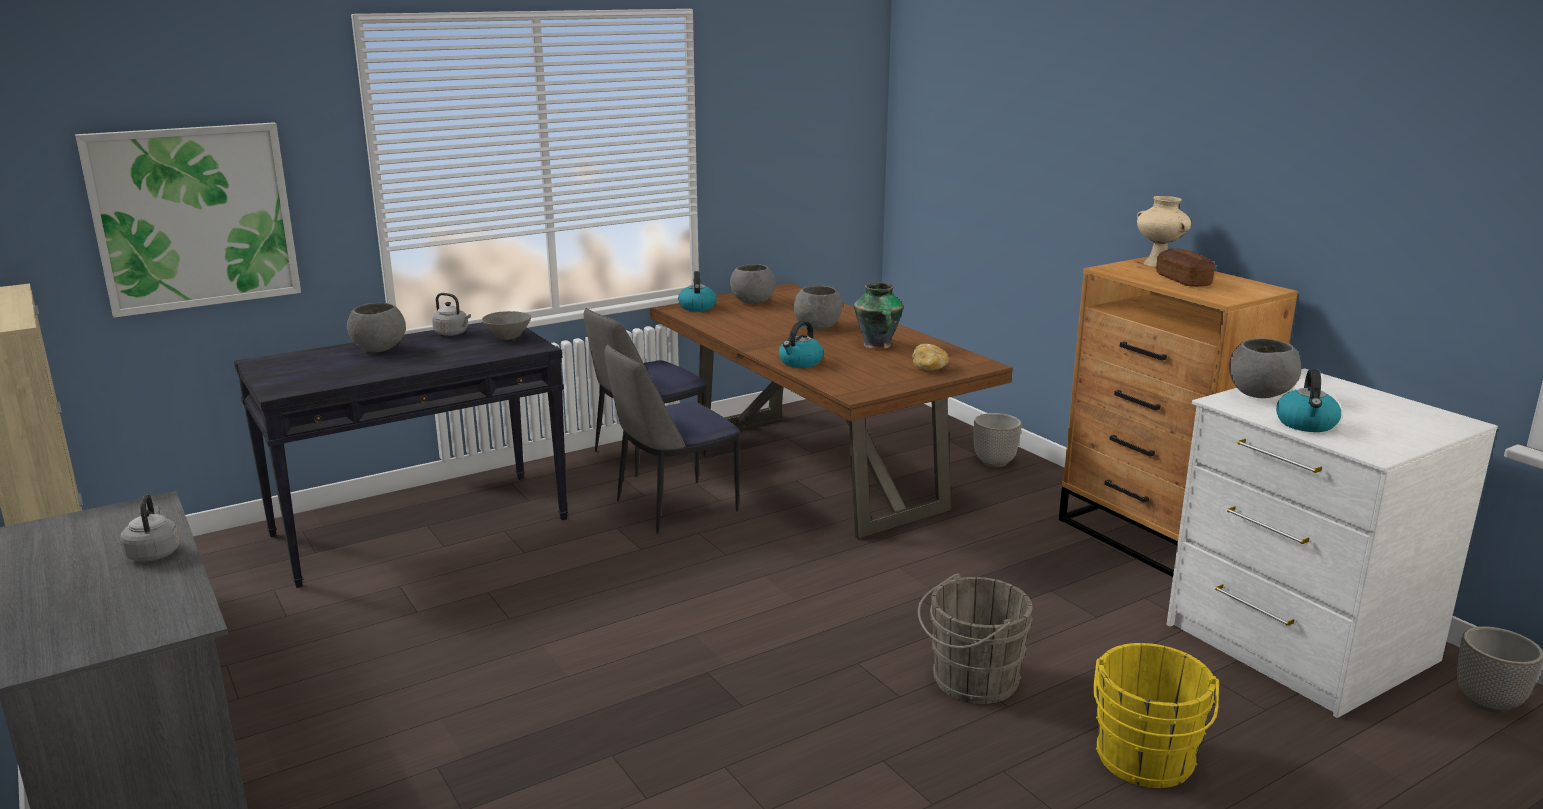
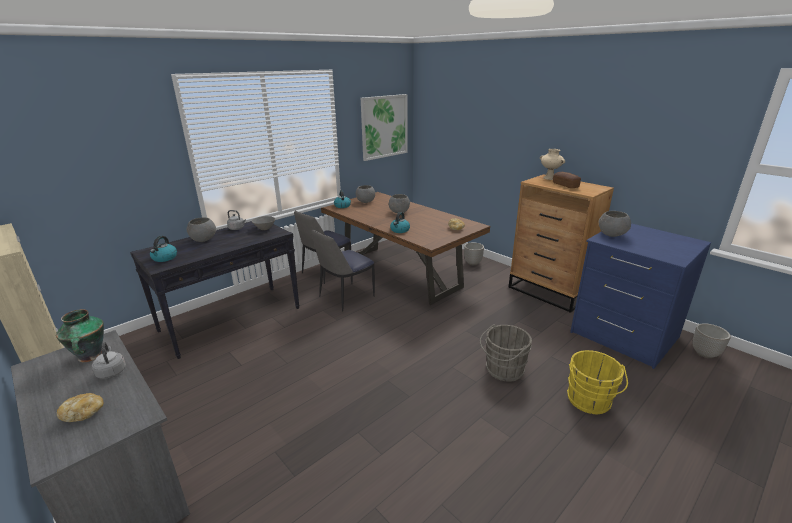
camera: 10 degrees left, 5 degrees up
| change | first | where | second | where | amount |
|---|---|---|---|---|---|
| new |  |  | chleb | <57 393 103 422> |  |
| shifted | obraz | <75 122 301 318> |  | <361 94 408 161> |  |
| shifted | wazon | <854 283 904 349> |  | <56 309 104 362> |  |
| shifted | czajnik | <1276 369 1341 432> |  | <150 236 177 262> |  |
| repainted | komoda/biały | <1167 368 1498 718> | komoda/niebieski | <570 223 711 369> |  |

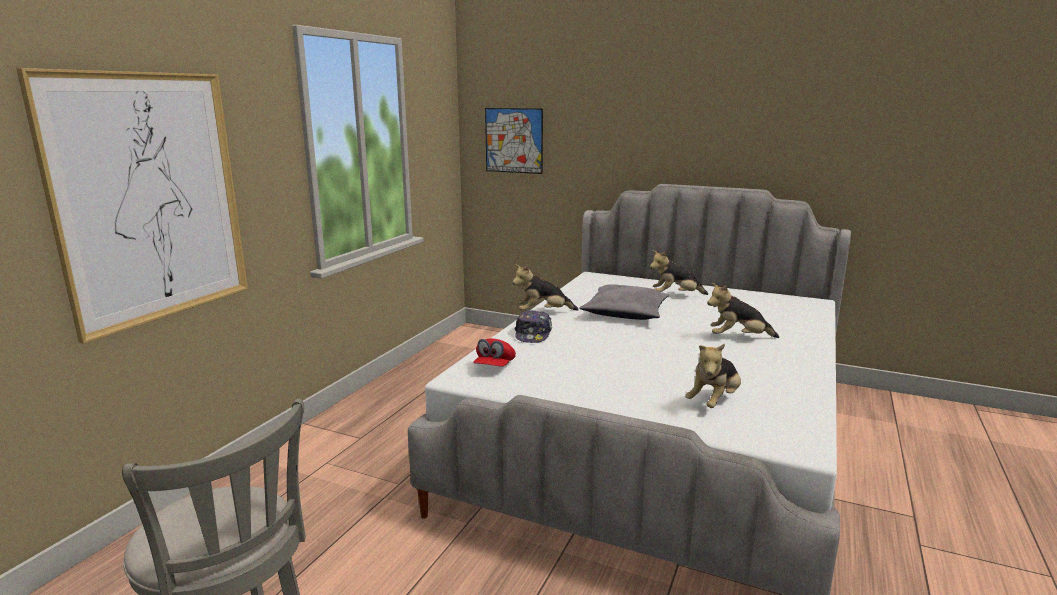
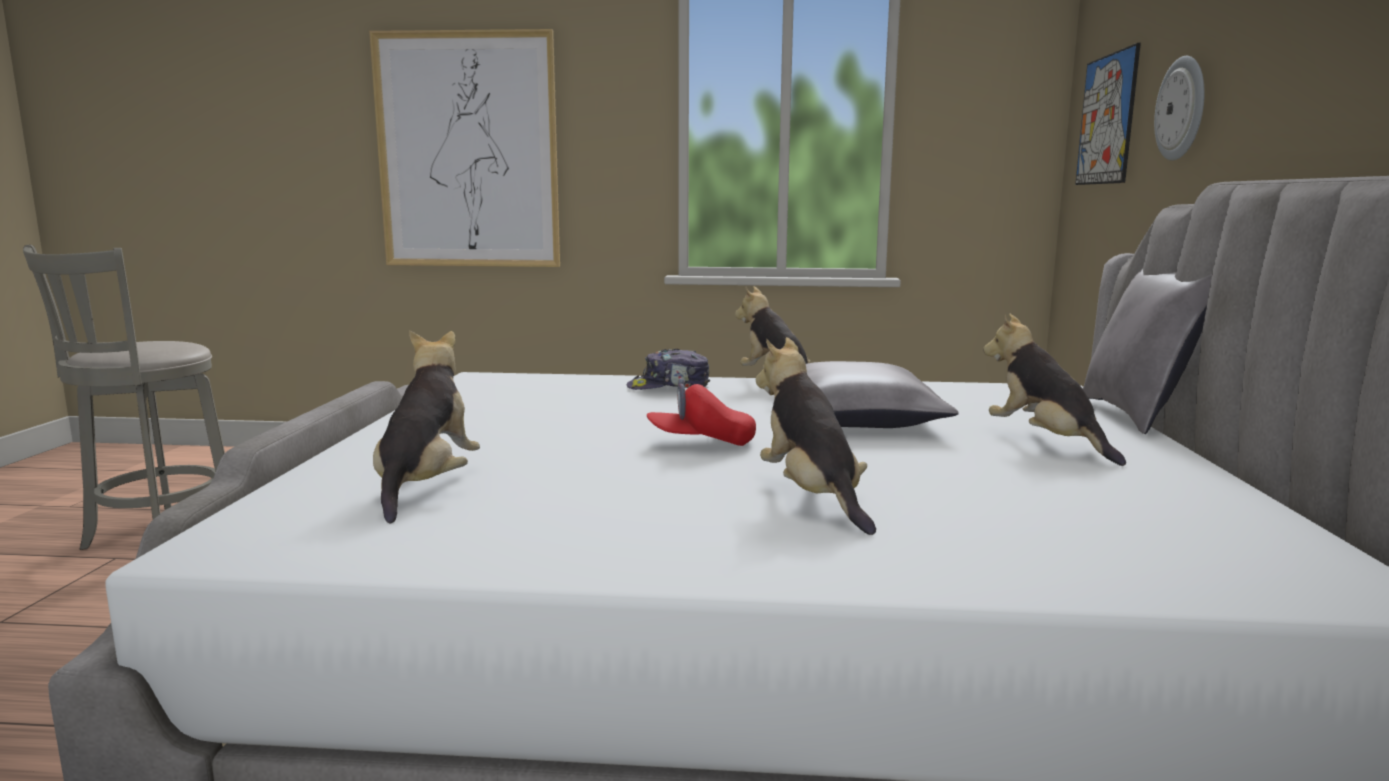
camera: 70 degrees right, 5 degrees down
| change | first | where | second | where | amount |
|---|---|---|---|---|---|
| new |  |  | poduszka/szary | <1082 268 1212 434> |  |
| new |  |  | zegar ścienny | <1154 56 1205 161> |  |
| shifted | czapka z daszkiem/czerwony | <473 338 516 366> |  | <647 378 756 446> |  |
| rotated | pluszak | <685 343 741 408> |  | <373 330 480 524> | 75 degrees clockwise |

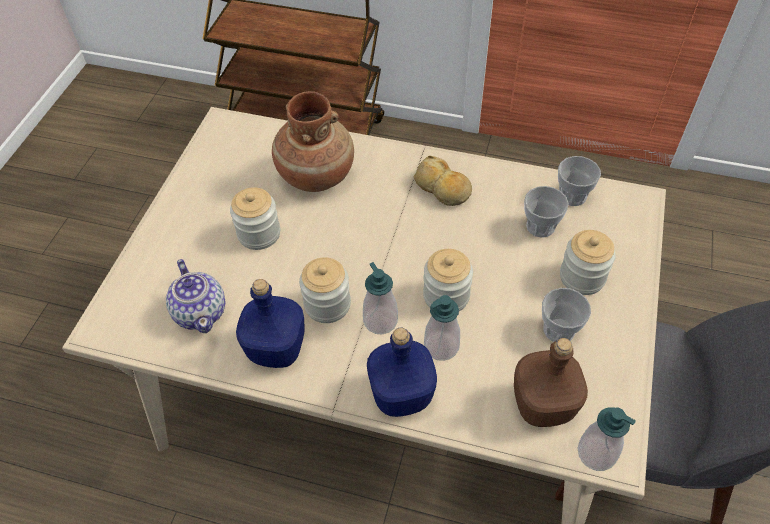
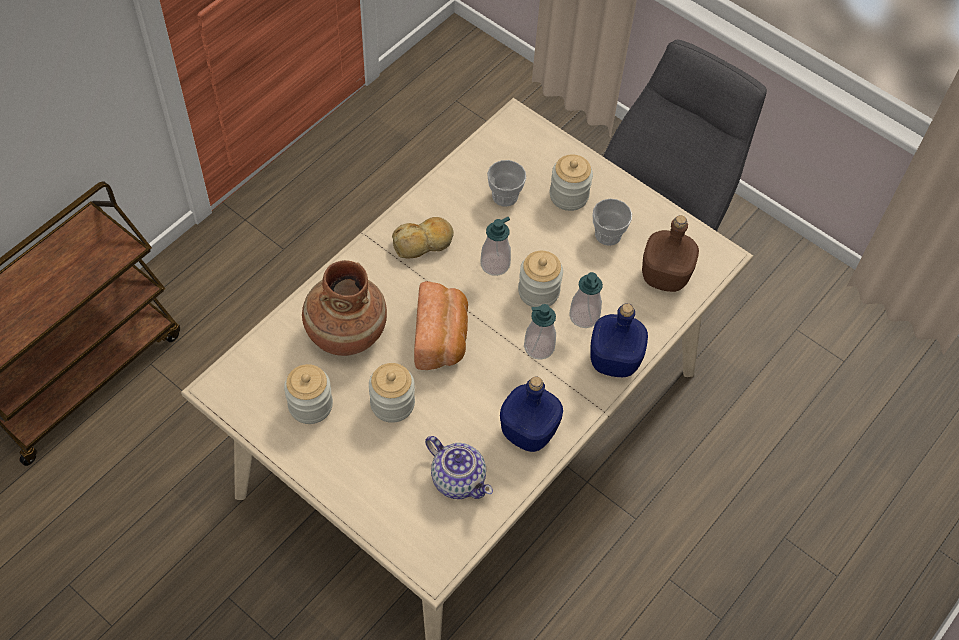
camera: 70 degrees left, 5 degrees up
| change | first | where | second | where | amount |
|---|---|---|---|---|---|
| gone | filiżanka | <558 156 601 206> |  |  |  |
| new |  |  | chleb | <414 281 468 370> |  |
| shifted | słoik | <299 257 351 323> |  | <284 364 333 424> |  |
| shifted | dozownik mydła | <578 407 636 471> |  | <480 217 511 276> |  |
| rotated | imbryk | <166 259 226 333> |  | <425 436 493 499> | 45 degrees clockwise |

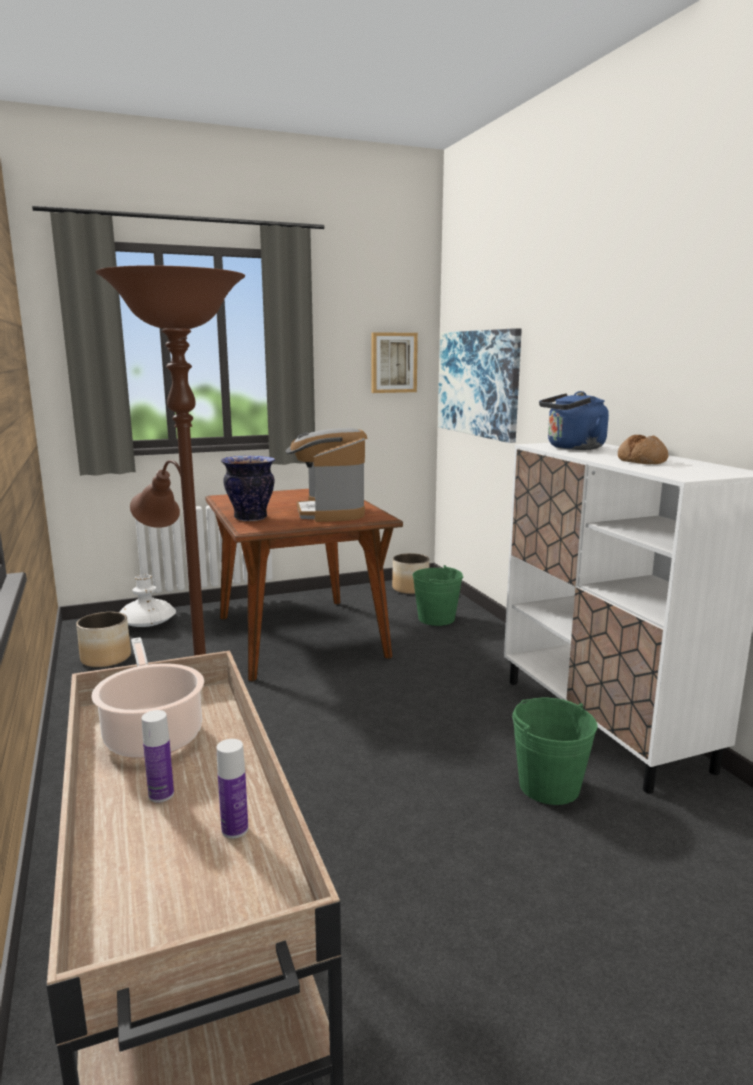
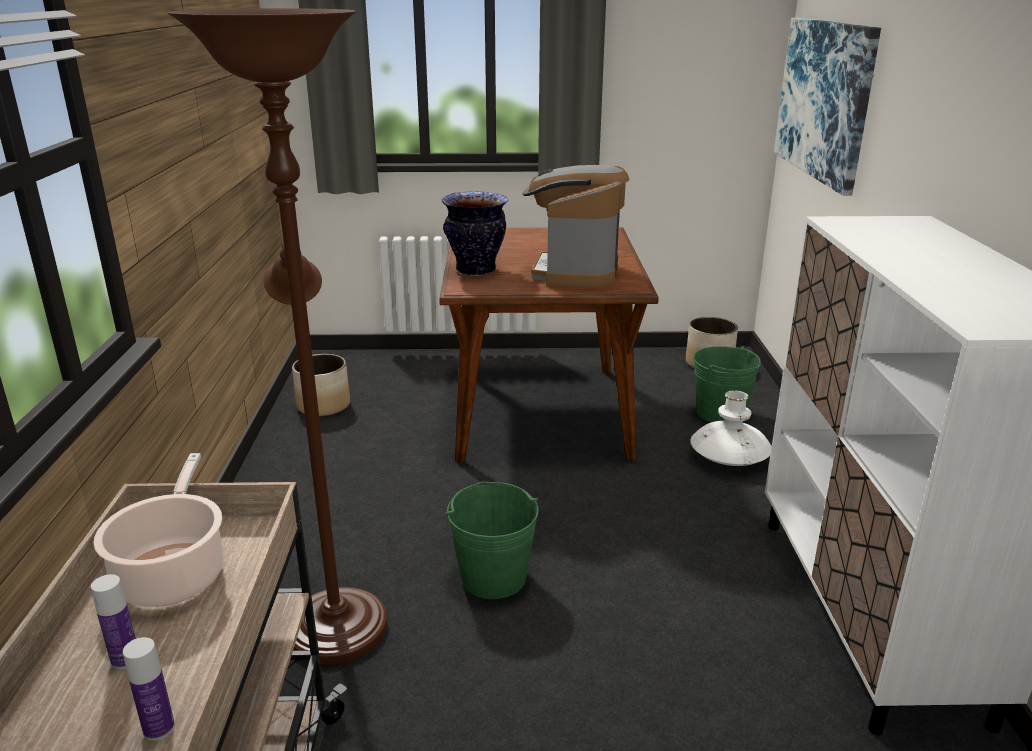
camera: 20 degrees right, 10 degrees up
| change | first | where | second | where | amount |
|---|---|---|---|---|---|
| gone | obraz | <372 332 418 393> |  |  |  |
| gone | czajnik/niebieski | <539 391 609 450> |  |  |  |
| gone | chleb | <618 435 668 464> |  |  |  |
| shifted | wazon/biały | <120 575 176 627> |  | <690 390 772 466> |  |
| shifted | wiadro/zielony | <512 698 598 805> |  | <446 482 539 599> |  |

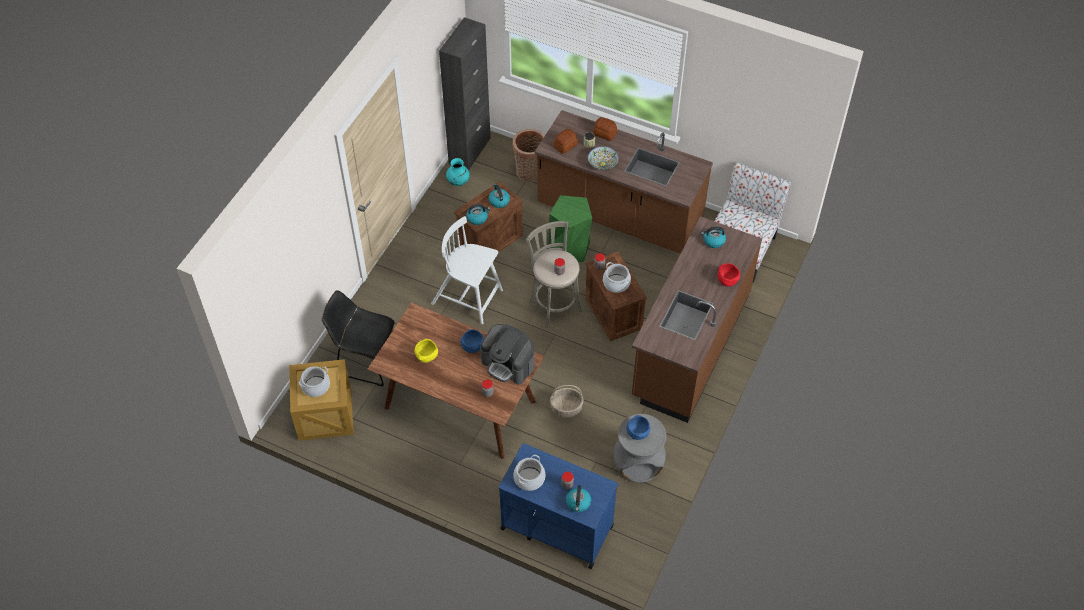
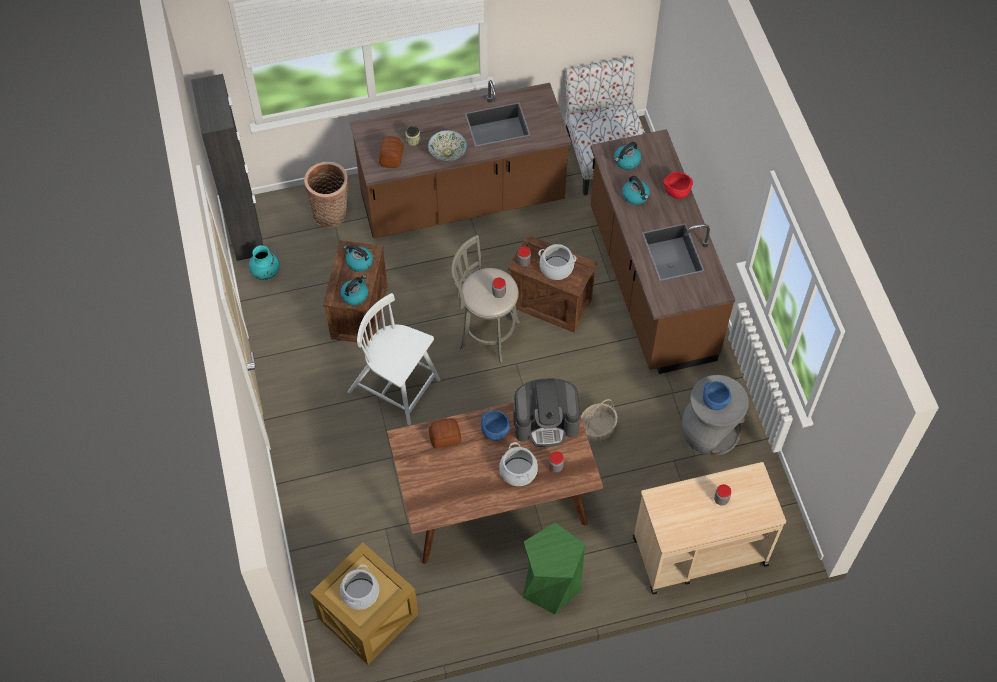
camera: 40 degrees left, 5 degrees up
| change | first | where | second | where | amount |
|---|---|---|---|---|---|
| gone | krzesło/czarny | <322 290 395 386> |  |  |  |
| gone | miska/żółty | <414 339 438 363> |  |  |  |
| shifted | garnek | <514 455 545 491> |  | <499 442 538 486> |  |
| shifted | stołek/zielony | <549 195 592 262> |  | <523 523 585 615> |  |
| shifted | czajnik | <566 485 591 512> |  | <622 176 650 205> |  |
| shifted | chleb | <593 117 617 141> |  | <429 418 461 449> |  |
| repainted | wózek/niebieski | <498 443 618 569> | wózek/beżowy | <633 462 786 595> |  |
| rotated | krzesło/biały | <431 216 503 324> |  | <348 293 440 425> | 45 degrees clockwise |

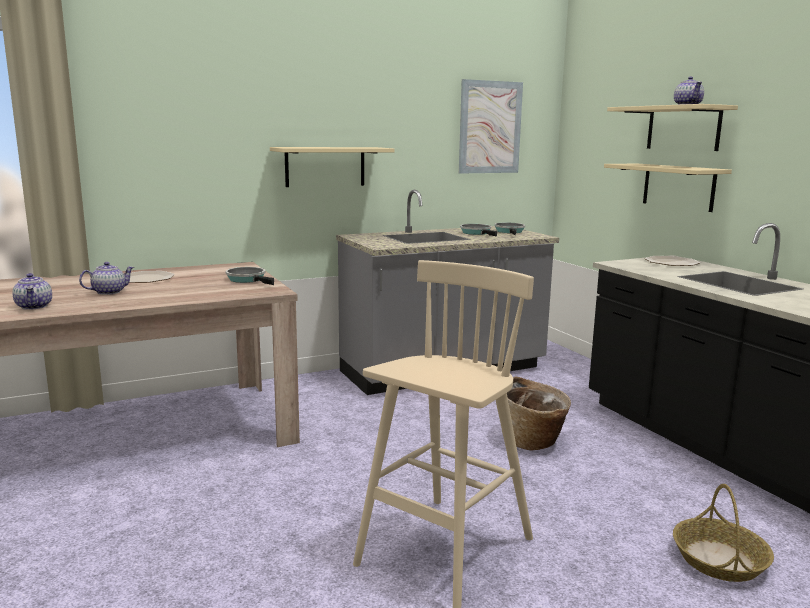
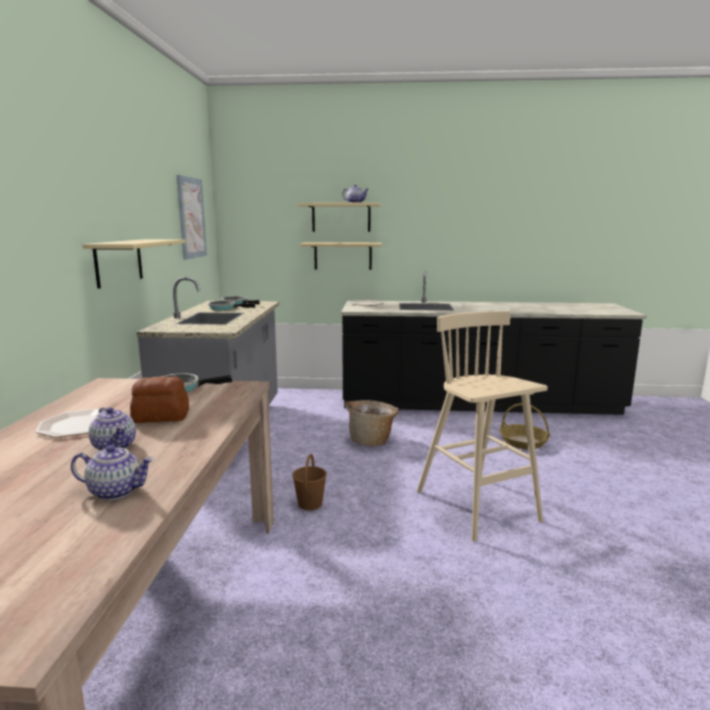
camera: 60 degrees left, 0 degrees up
| change | first | where | second | where | amount |
|---|---|---|---|---|---|
| new |  |  | chleb | <130 376 189 423> |  |
| new |  |  | wiadro/brązowy | <292 454 327 510> |  |
| rotated | imbryk | <79 262 134 295> |  | <89 407 136 450> | 150 degrees clockwise |

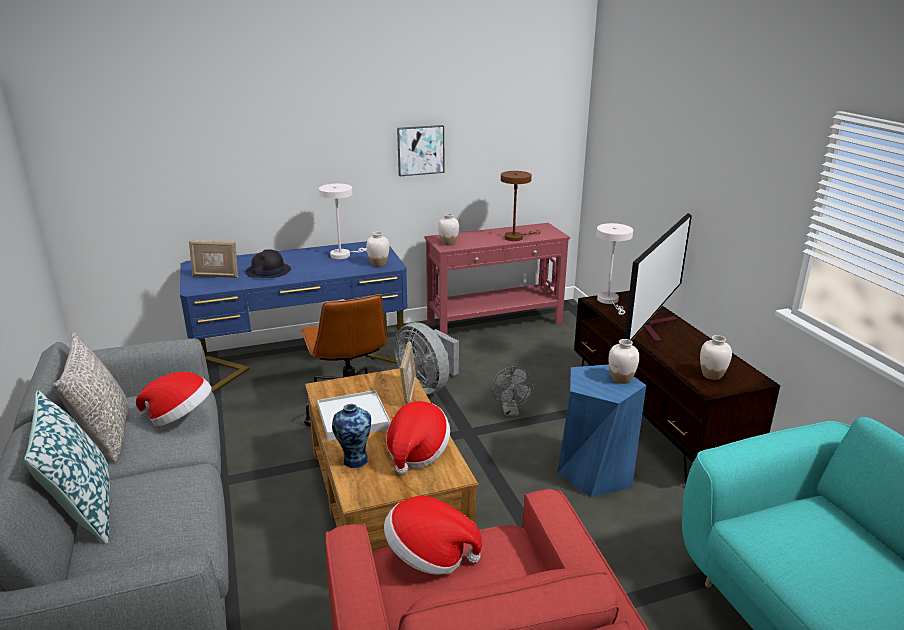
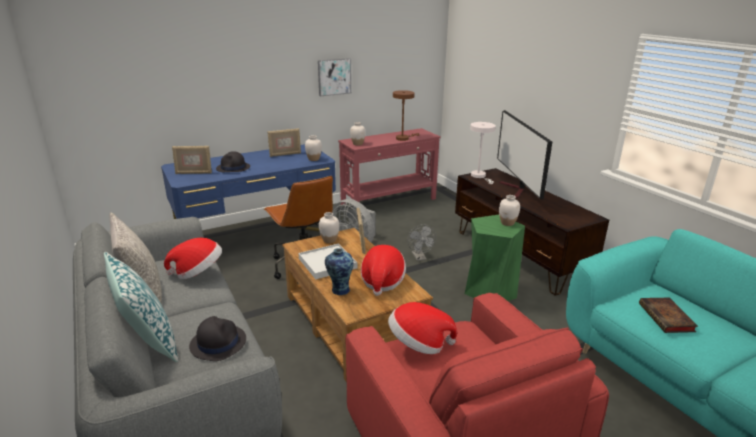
camera: 10 degrees left, 0 degrees up
| change | first | where | second | where | amount |
|---|---|---|---|---|---|
| new |  |  | kapelusz/czarny | <189 316 246 361> |  |
| new |  |  | książka | <639 298 698 333> |  |
| shifted | wazon/biały | <700 335 732 380> |  | <319 212 339 243> |  |
| swapped | lampa stołowa/biały | <319 184 367 259> | ramka na zdjęcie | <267 128 301 157> |  |
| repainted | stołek/niebieski | <557 364 646 497> | stołek/zielony | <465 215 525 301> |  |
| rotated | telewizor | <624 213 692 342> |  | <497 110 552 200> | 150 degrees clockwise |

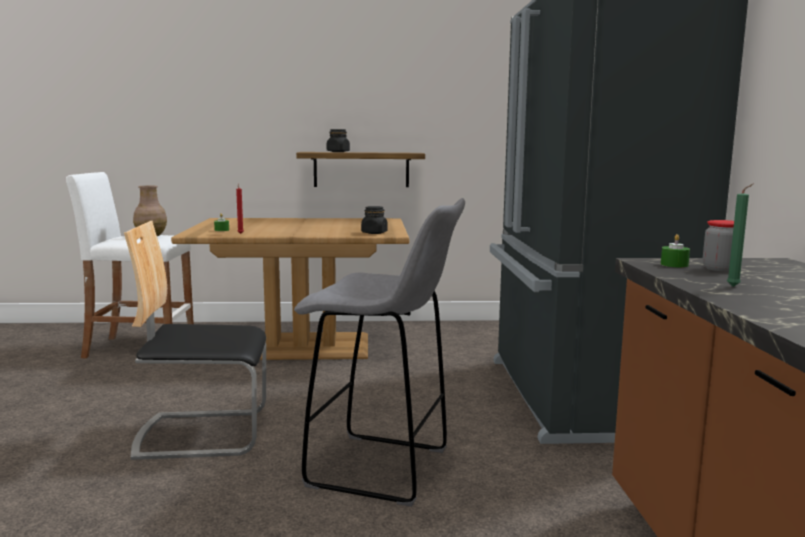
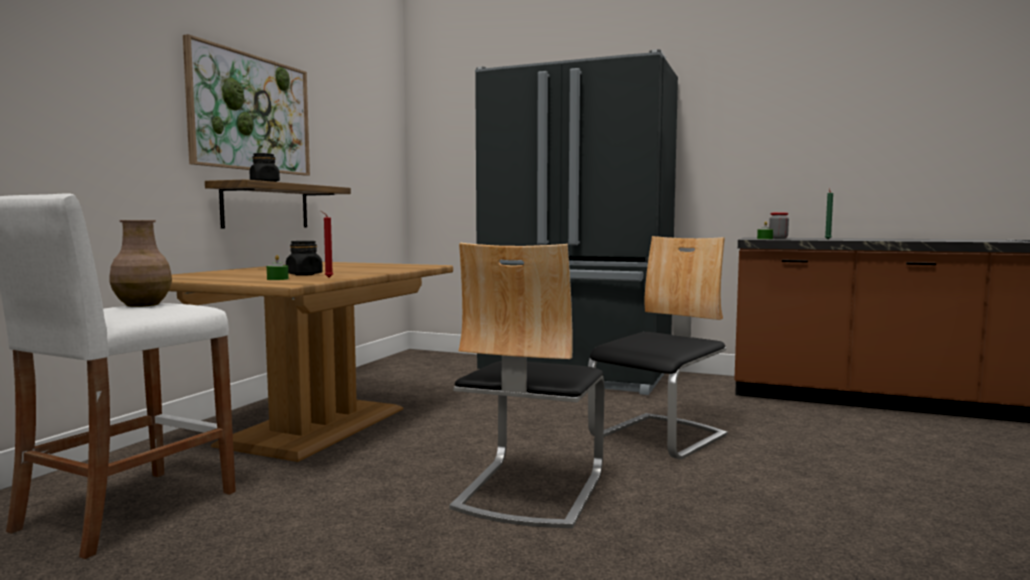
camera: 65 degrees left, 5 degrees down
| change | first | where | second | where | amount |
|---|---|---|---|---|---|
| new |  |  | obraz | <183 34 310 176> |  |
| shifted | słoik/czarny | <361 206 388 234> |  | <286 241 323 276> |  |
| swapped | stołek/szary | <294 198 465 507> | krzesło | <588 236 728 460> |  |

